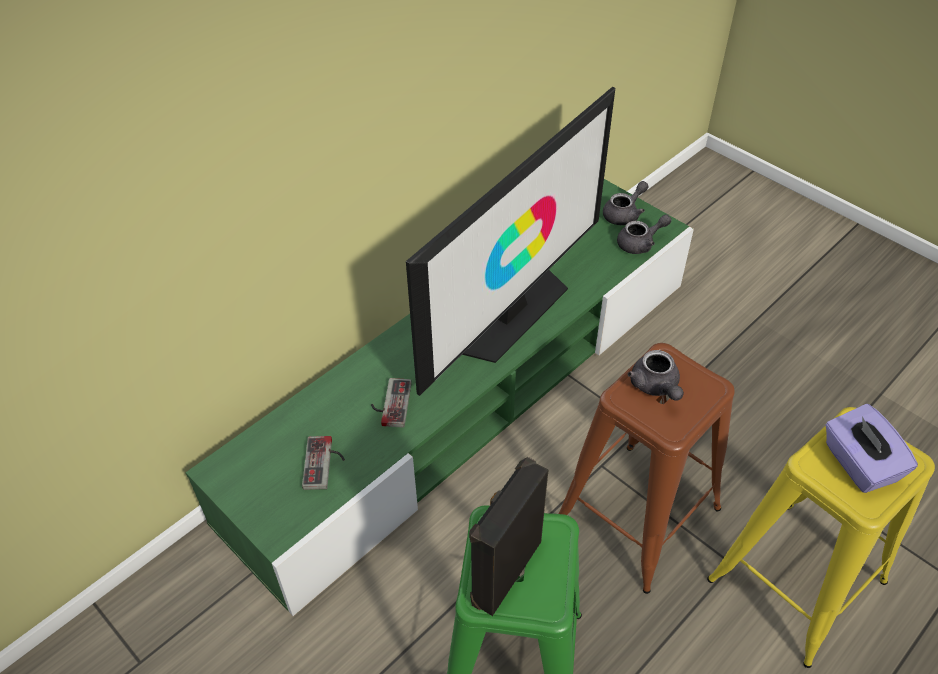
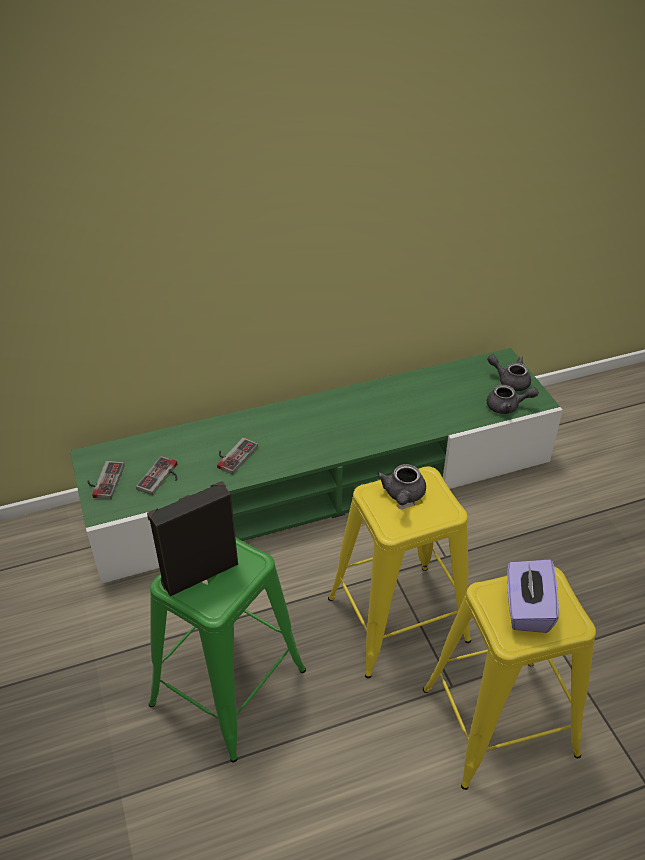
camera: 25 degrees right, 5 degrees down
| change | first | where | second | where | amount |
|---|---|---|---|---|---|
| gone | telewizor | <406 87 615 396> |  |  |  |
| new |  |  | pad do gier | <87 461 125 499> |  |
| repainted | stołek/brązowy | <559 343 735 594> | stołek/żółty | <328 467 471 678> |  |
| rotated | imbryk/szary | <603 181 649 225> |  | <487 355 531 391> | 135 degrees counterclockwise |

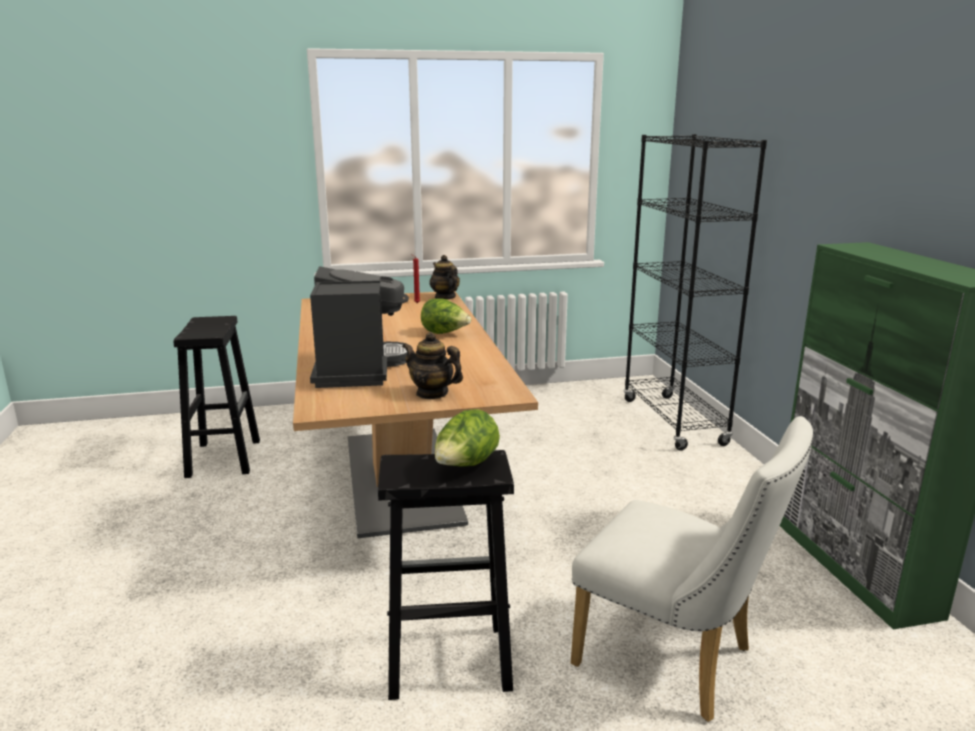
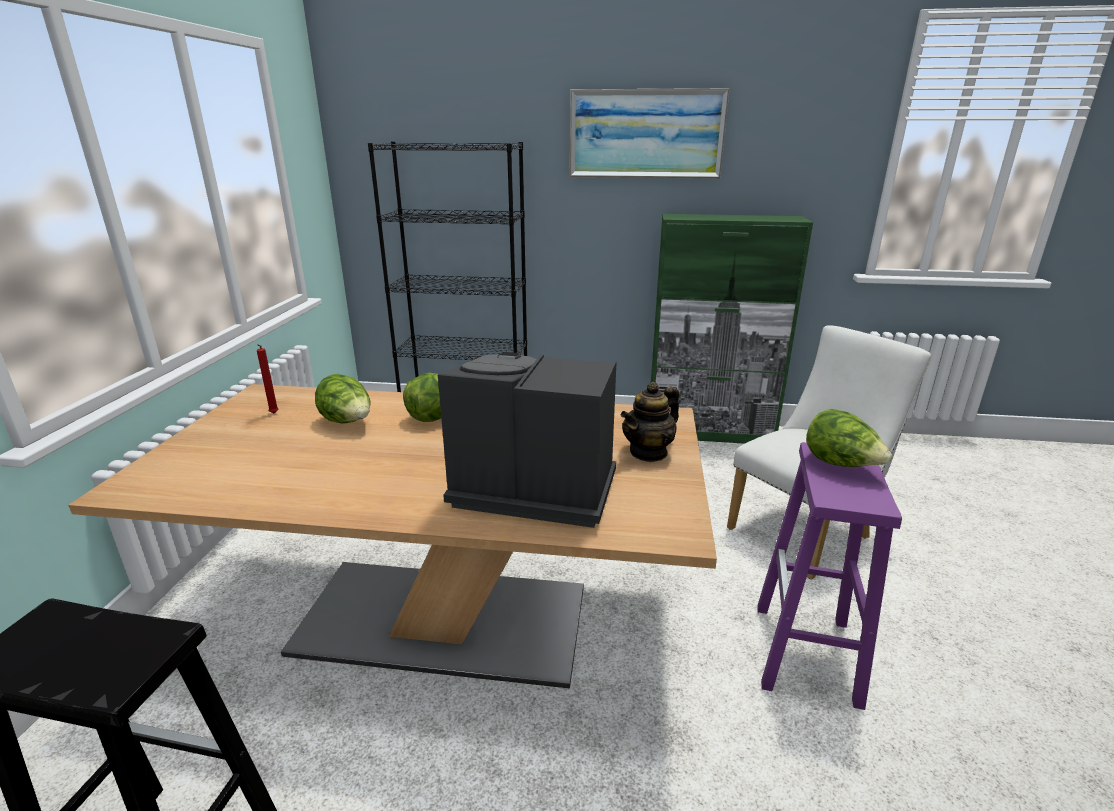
camera: 70 degrees left, 5 degrees up
| change | first | where | second | where | amount |
|---|---|---|---|---|---|
| gone | imbryk | <430 255 460 300> |  |  |  |
| new |  |  | sałata | <315 374 371 424> |  |
| new |  |  | obraz | <570 88 730 179> |  |
| repainted | stołek/czarny | <378 450 514 700> | stołek/fioletowy | <757 442 902 710> |  |

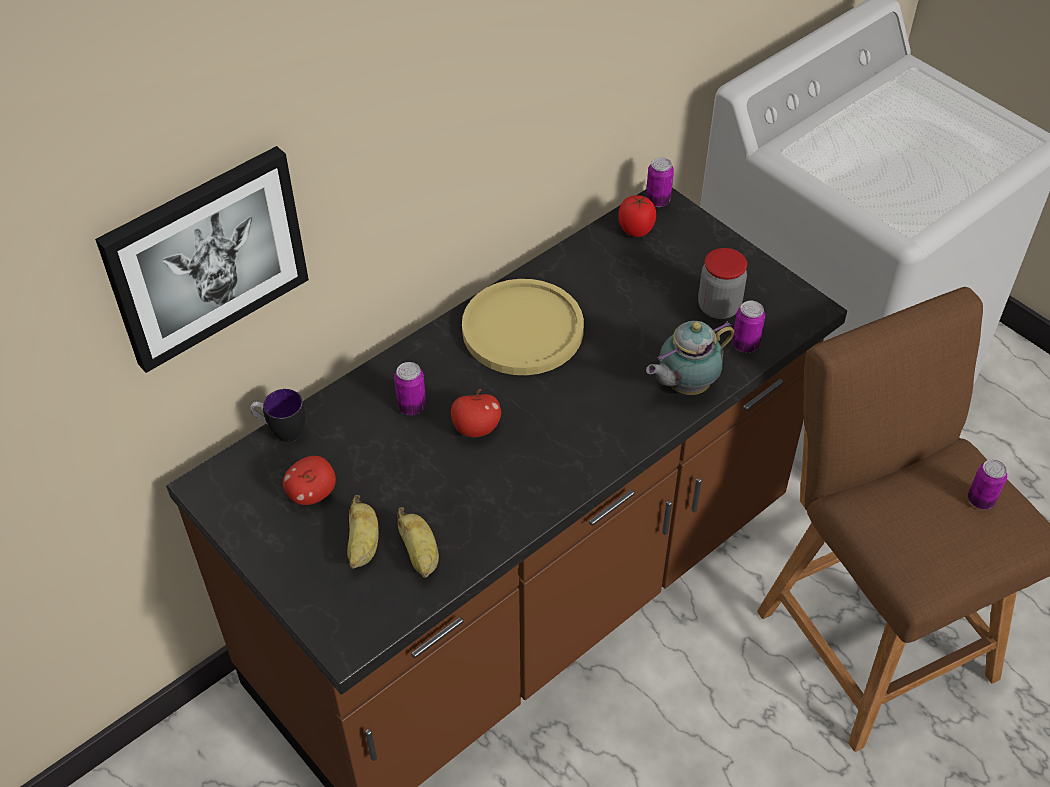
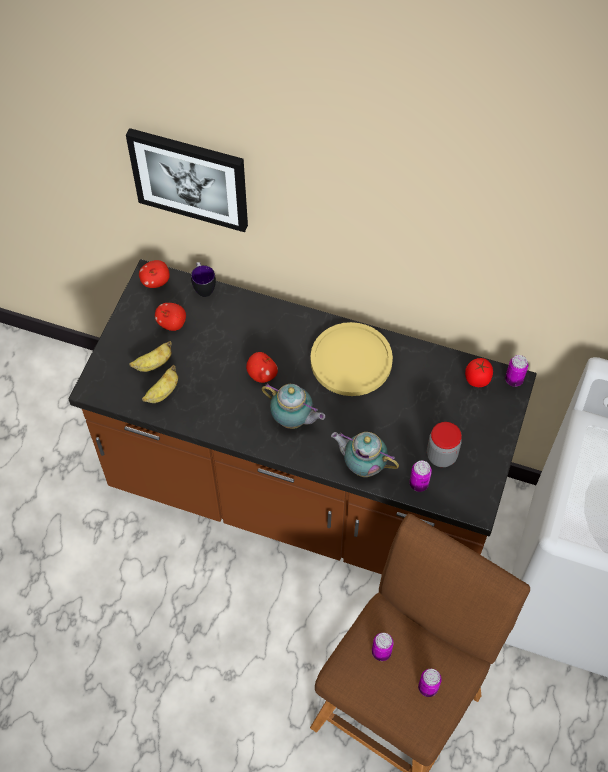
camera: 60 degrees right, 10 degrees up
| change | first | where | second | where | amount |
|---|---|---|---|---|---|
| new |  |  | jabłko | <139 260 170 288> |  |
| new |  |  | imbryk | <261 383 325 429> |  |
| shifted | puszka | <394 362 426 415> |  | <372 633 394 661> |  |

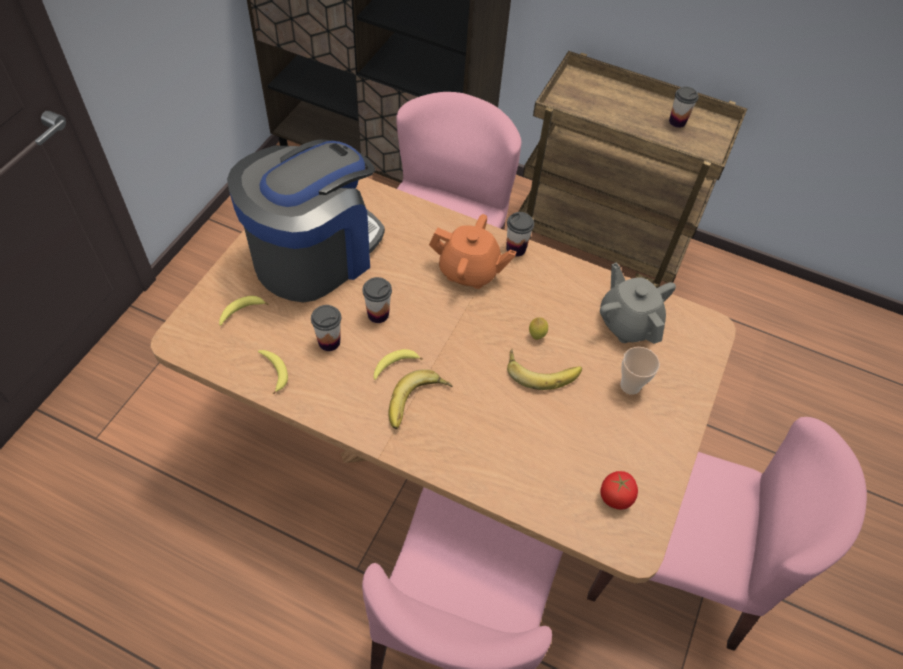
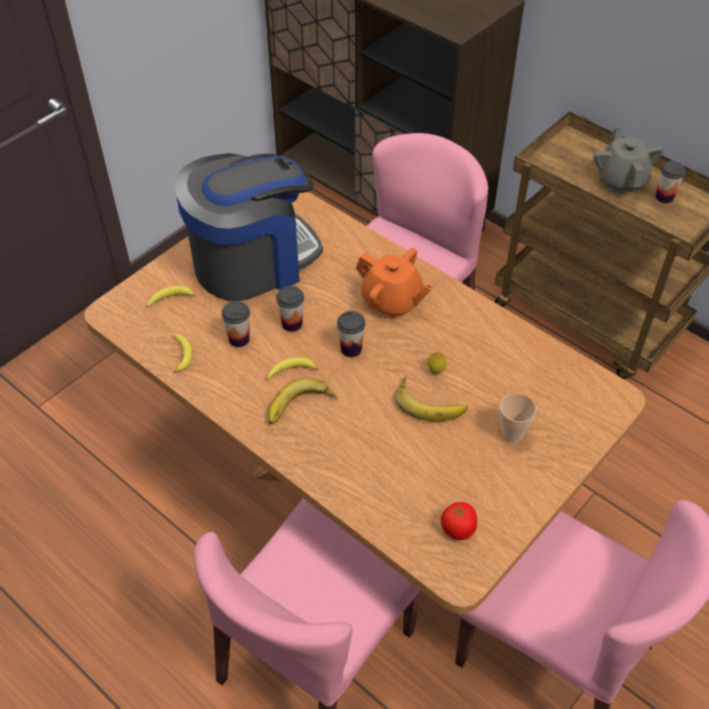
camera: 20 degrees right, 5 degrees down
| change | first | where | second | where | amount |
|---|---|---|---|---|---|
| shifted | filiżanka | <506 212 534 257> |  | <337 311 366 357> |  |
| shifted | imbryk/szary | <600 263 676 344> |  | <594 127 664 192> |  |

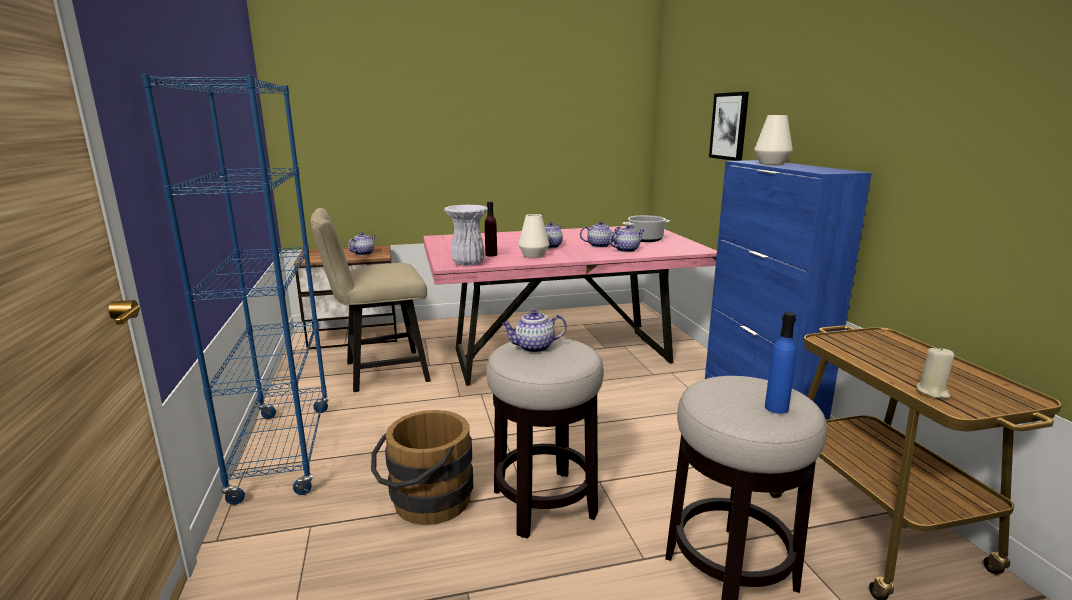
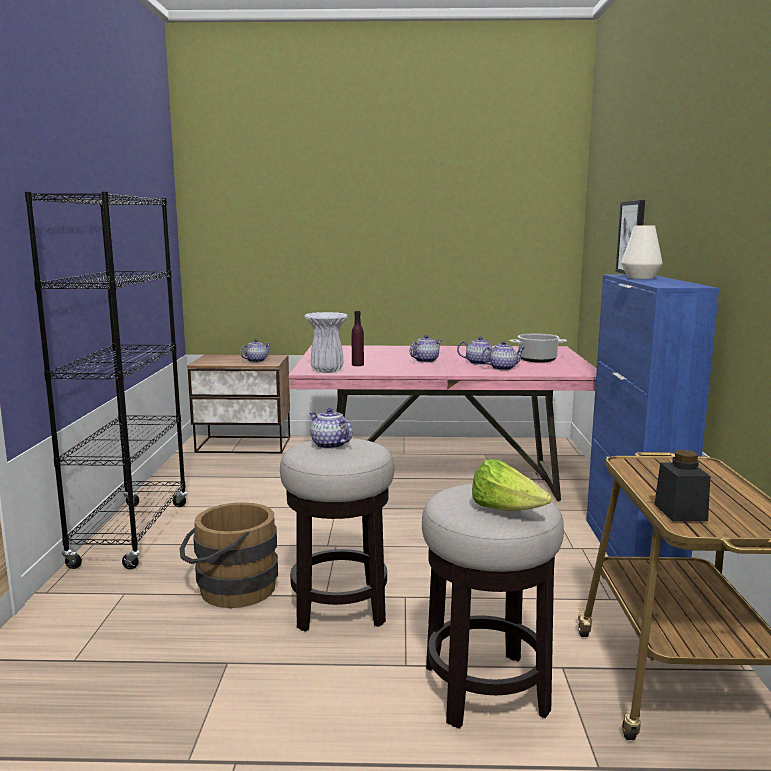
camera: 15 degrees right, 5 degrees down
| change | first | where | second | where | amount |
|---|---|---|---|---|---|
| gone | krzesło/beżowy | <311 208 431 392> |  |  |  |
| gone | wazon/biały | <518 214 549 258> |  |  |  |
| swapped | butelka/niebieski | <765 312 797 414> | sałata | <472 459 552 511> |  |
| swapped | świeca/beżowy | <917 347 955 398> | słoik/czarny | <655 450 711 522> |  |
| repainted | regał/niebieski | <141 74 330 505> | regał/czarny | <25 192 188 569> |  |
| rotated | imbryk | <501 310 567 353> |  | <309 408 352 449> | 45 degrees clockwise |

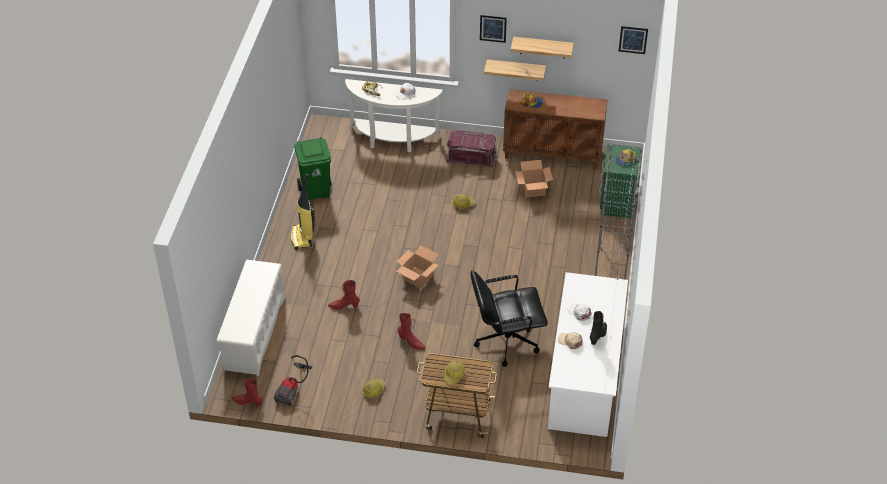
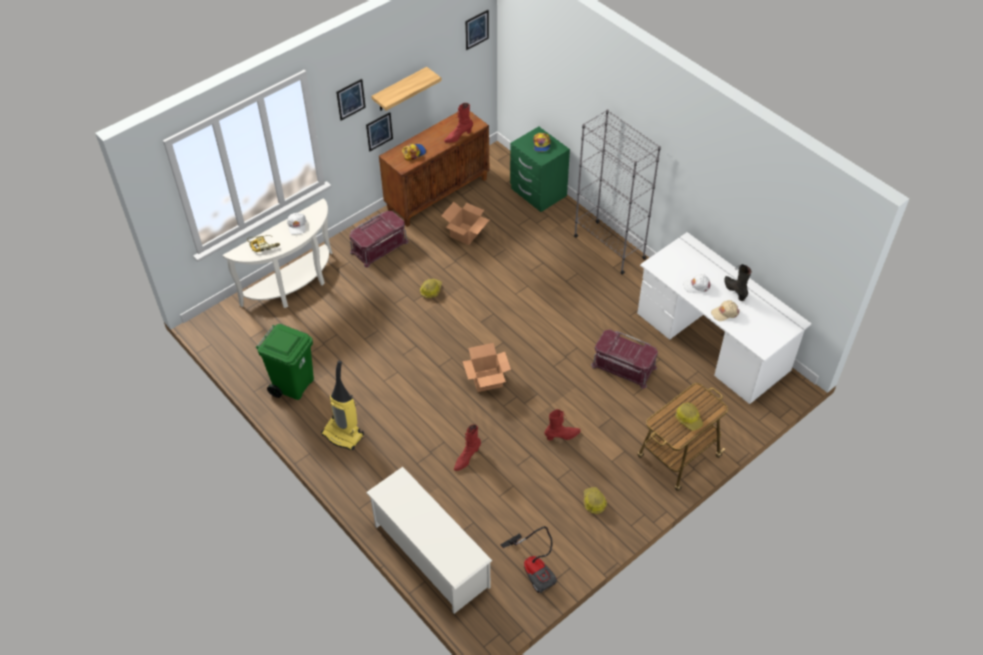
camera: 50 degrees left, 5 degrees up
| change | first | where | second | where | amount |
|---|---|---|---|---|---|
| shifted | but z cholewką/czerwony | <232 378 263 407> |  | <444 103 473 143> |  |
| swapped | krzesło biurowe/czarny | <470 270 548 367> | pojemnik do przechowywania/czerwony | <591 329 658 389> |  |
| swapped | półka | <484 59 546 81> | obraz | <366 112 393 152> |  |

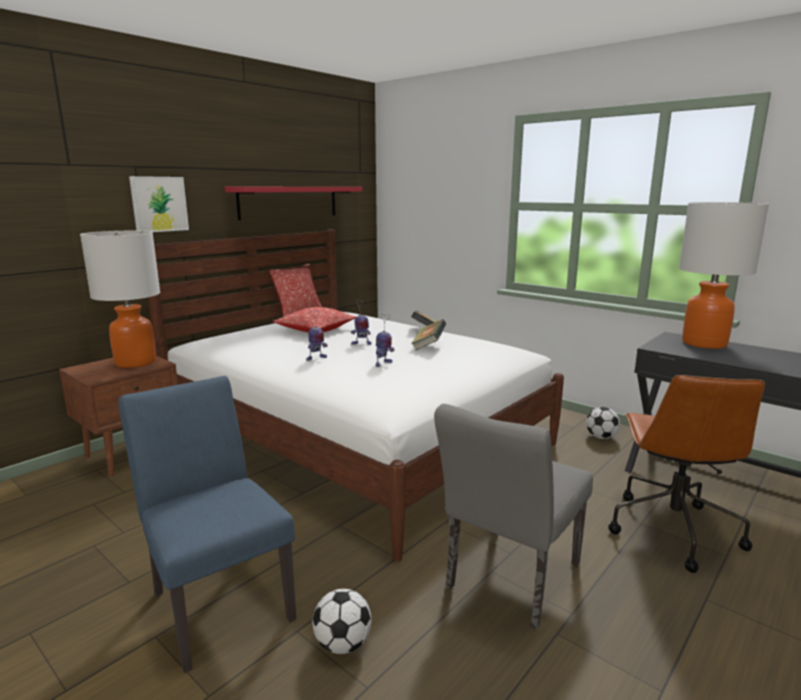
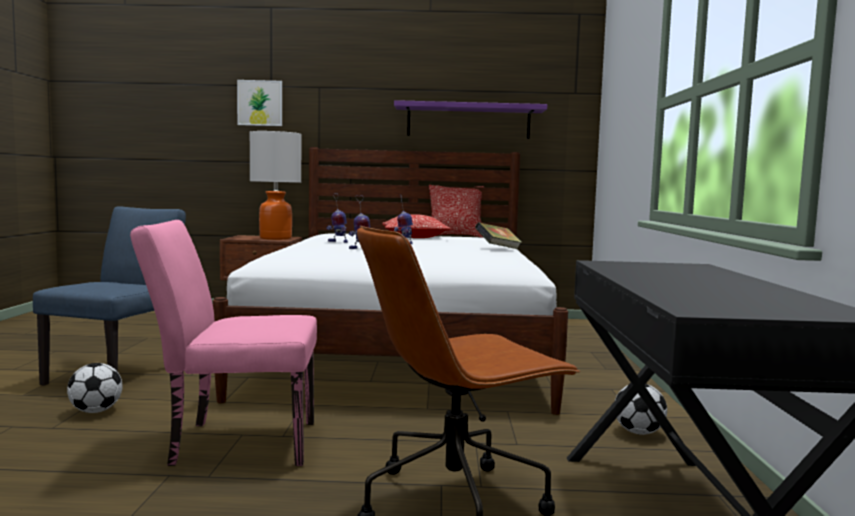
camera: 50 degrees right, 10 degrees down
| change | first | where | second | where | amount |
|---|---|---|---|---|---|
| gone | książka | <411 319 446 351> |  |  |  |
| gone | lampa stołowa | <679 202 769 349> |  |  |  |
| shifted | obraz | <129 176 189 232> |  | <237 80 282 126> |  |
| repainted | półka/czerwony | <225 187 362 220> | półka/fioletowy | <394 100 547 139> |  |
| repainted | krzesło/szary | <434 404 593 629> | krzesło/różowy | <130 220 317 466> |  |

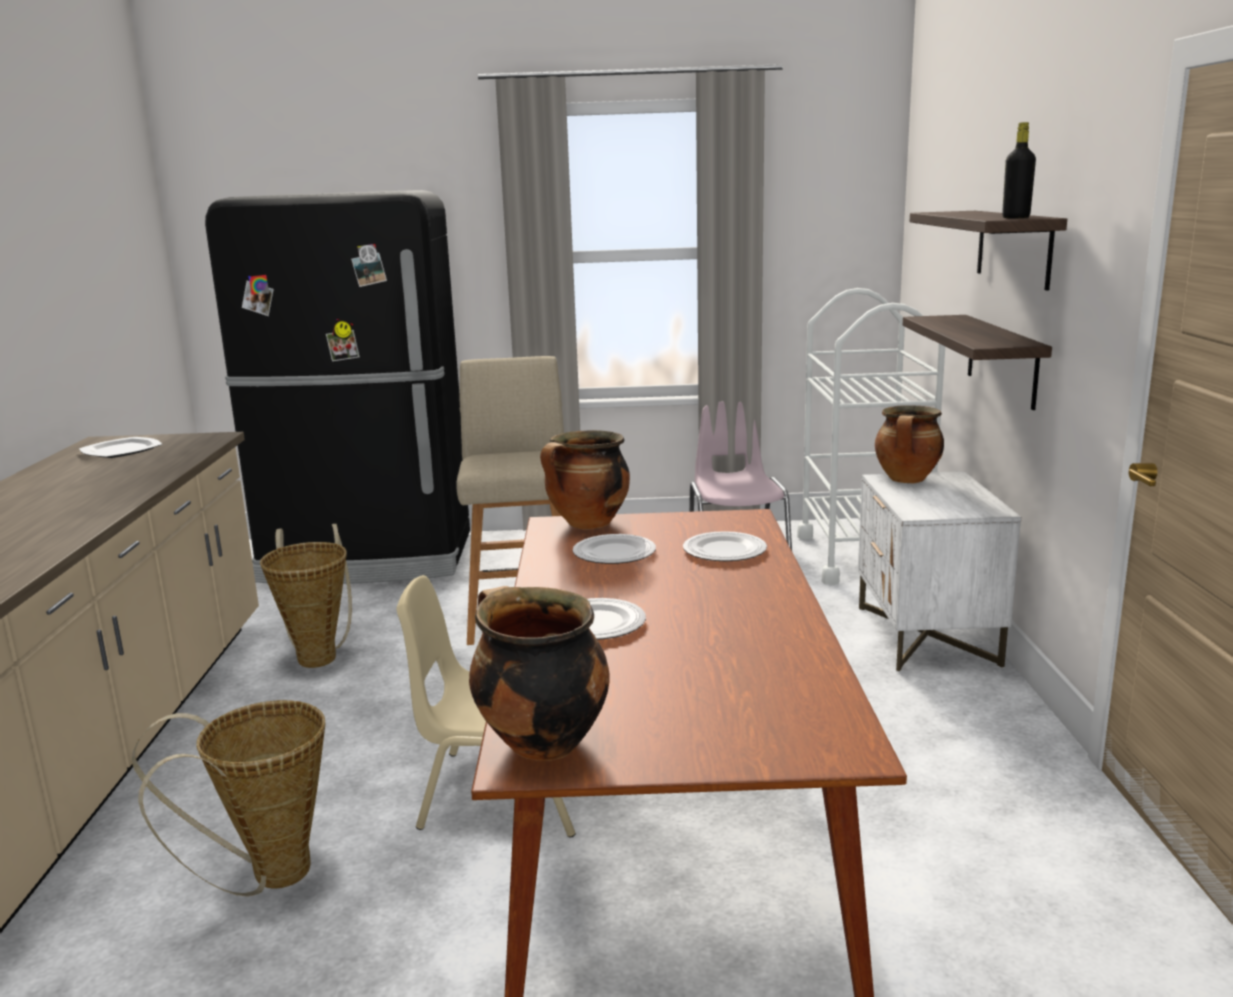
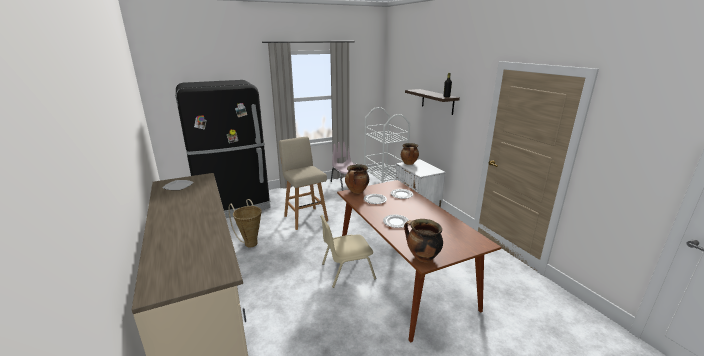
camera: 25 degrees left, 5 degrees up
| change | first | where | second | where | amount |
|---|---|---|---|---|---|
| gone | koszyk | <131 700 325 896> |  |  |  |
| gone | półka | <903 315 1052 410> |  |  |  |

